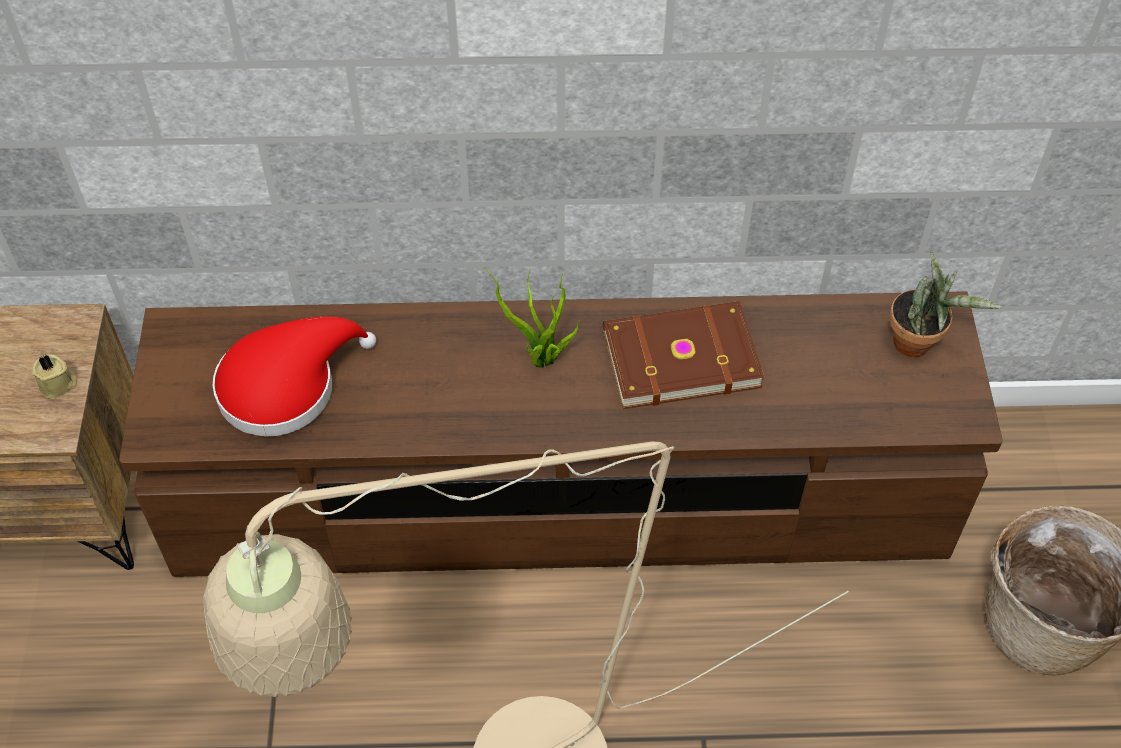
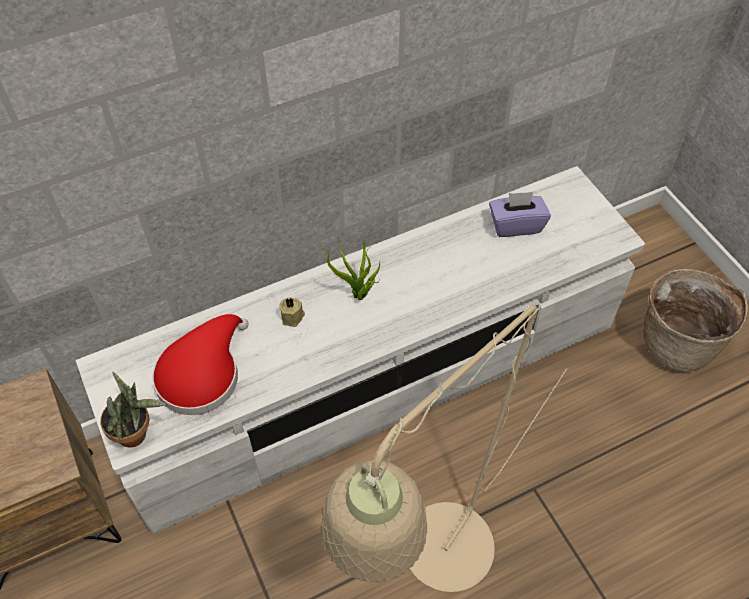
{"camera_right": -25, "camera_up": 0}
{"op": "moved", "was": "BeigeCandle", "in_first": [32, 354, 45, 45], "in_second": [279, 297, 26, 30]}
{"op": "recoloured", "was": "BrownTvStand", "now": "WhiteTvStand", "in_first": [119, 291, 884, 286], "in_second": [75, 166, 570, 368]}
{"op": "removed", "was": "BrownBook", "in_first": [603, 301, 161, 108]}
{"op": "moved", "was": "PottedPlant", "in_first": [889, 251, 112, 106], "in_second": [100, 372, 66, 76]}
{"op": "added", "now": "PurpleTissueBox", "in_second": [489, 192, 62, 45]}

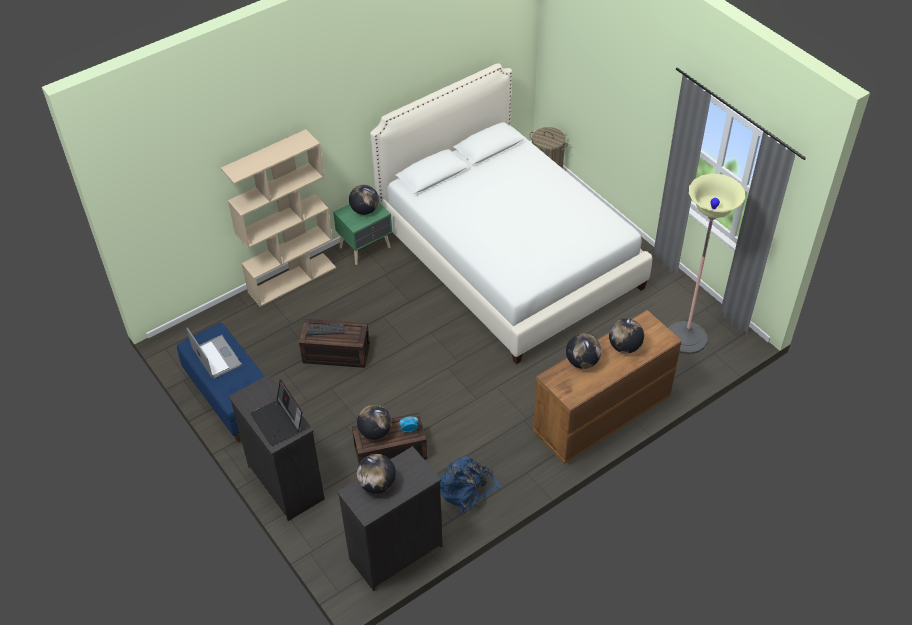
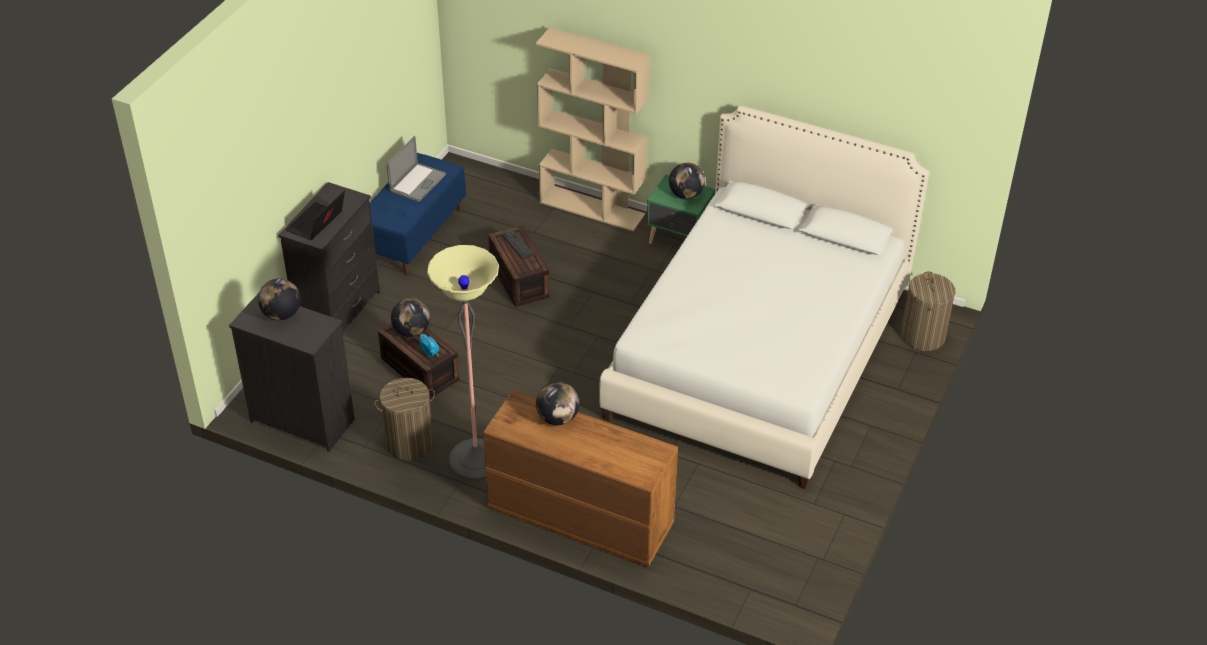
{"camera_right": 60, "camera_up": -5}
{"op": "replaced", "was": "BlueBackpack", "now": "LaundryBasket", "in_first": [440, 456, 61, 58], "in_second": [374, 378, 61, 82]}
{"op": "removed", "was": "Globe", "in_first": [609, 318, 35, 35]}
{"op": "moved", "was": "FloorLamp", "in_first": [668, 173, 77, 181], "in_second": [427, 245, 72, 236]}

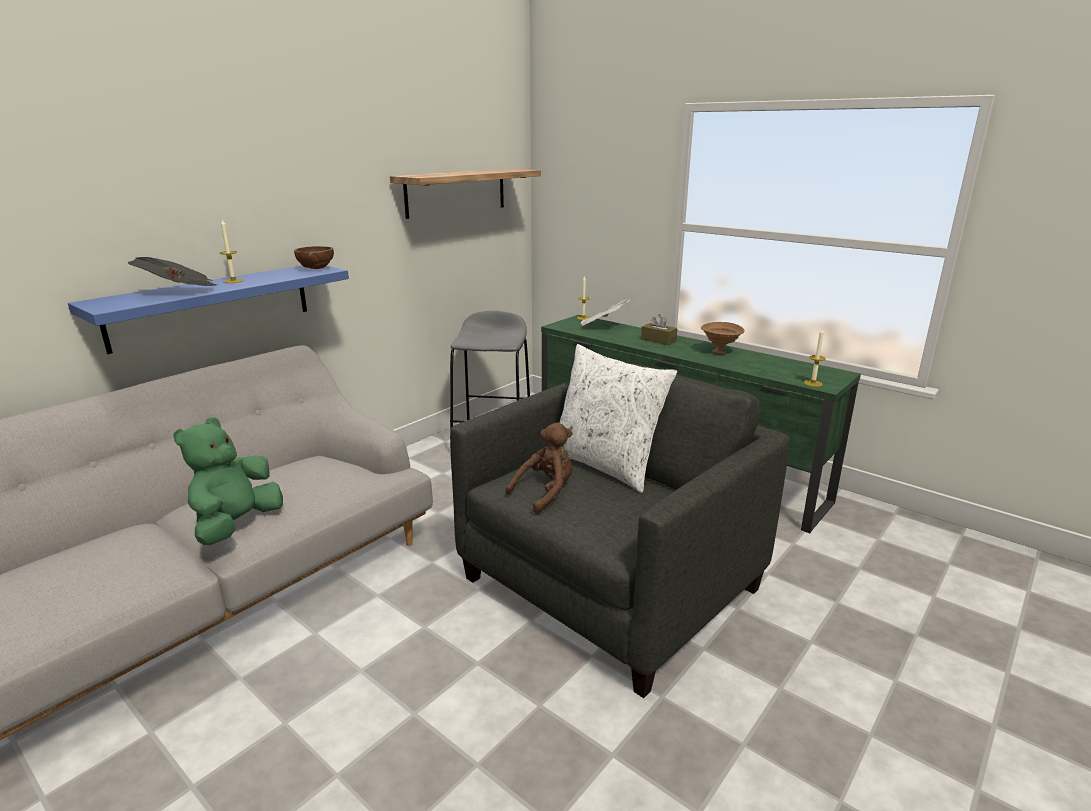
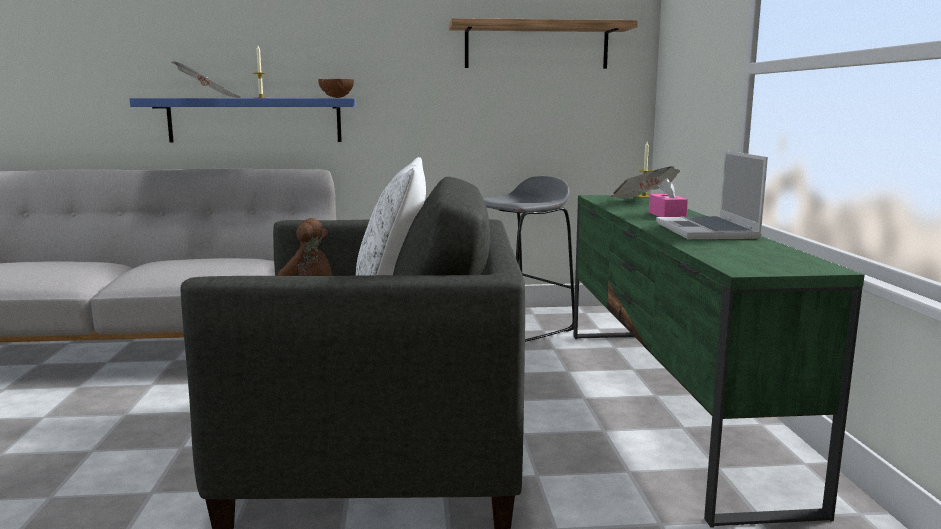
{"camera_right": 45, "camera_up": -10}
{"op": "removed", "was": "GreenPlushToy", "in_first": [173, 417, 110, 128]}
{"op": "recoloured", "was": "BrownTissueBox", "now": "PinkTissueBox", "in_first": [641, 314, 37, 31], "in_second": [649, 178, 39, 39]}
{"op": "replaced", "was": "BrownBowl", "now": "Laptop", "in_first": [701, 322, 44, 32], "in_second": [656, 150, 112, 89]}
{"op": "removed", "was": "Candle", "in_first": [804, 329, 22, 58]}

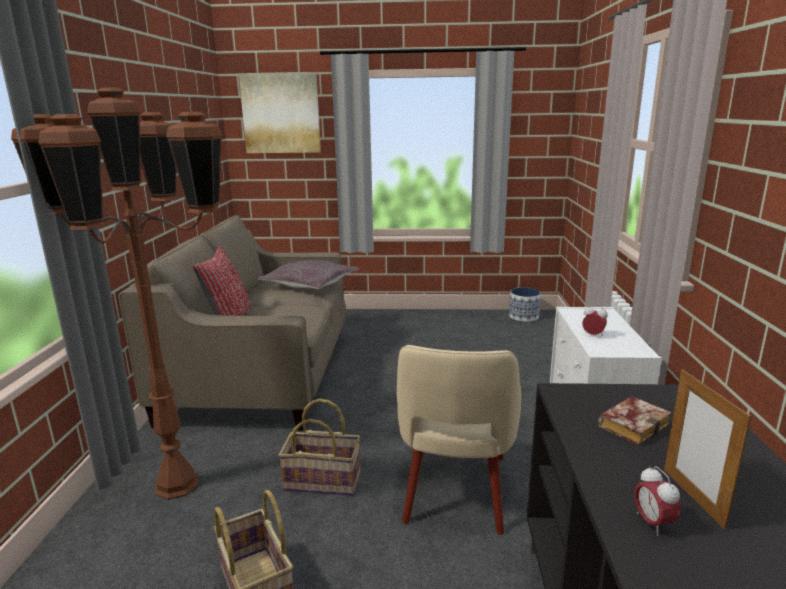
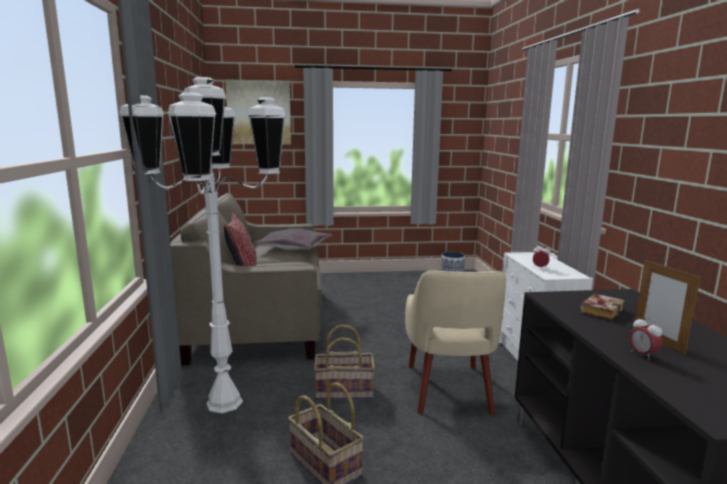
{"camera_right": -10, "camera_up": -5}
{"op": "recoloured", "was": "BrownFloorLamp", "now": "WhiteFloorLamp", "in_first": [11, 88, 211, 412], "in_second": [119, 77, 167, 336]}

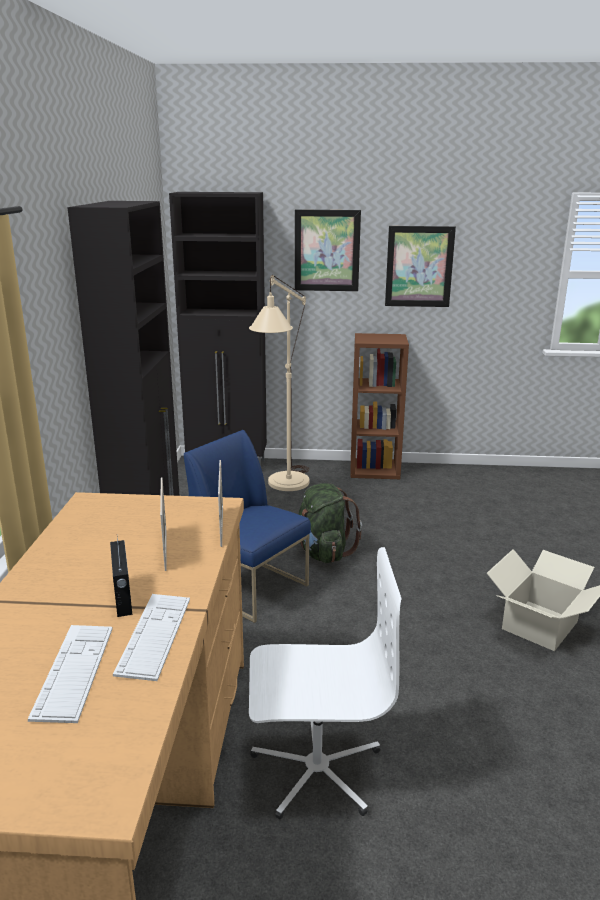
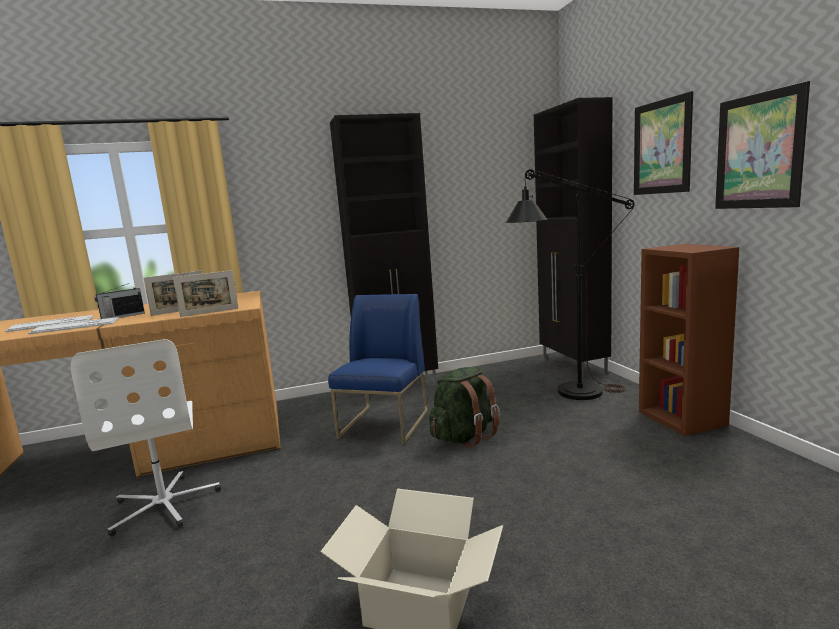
{"camera_right": 70, "camera_up": -10}
{"op": "recoloured", "was": "BeigeFloorLamp", "now": "BlackFloorLamp", "in_first": [249, 275, 60, 216], "in_second": [505, 169, 130, 231]}

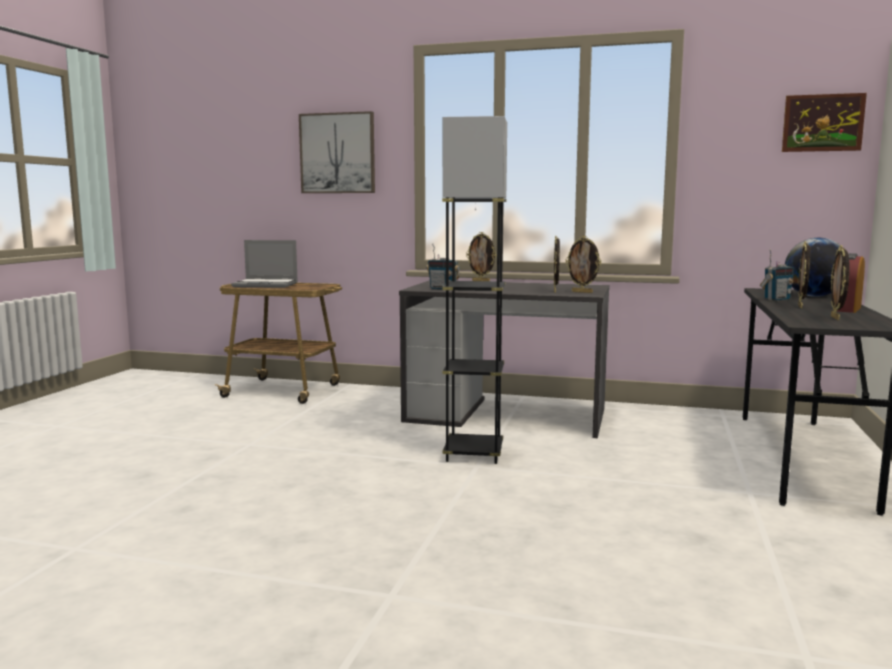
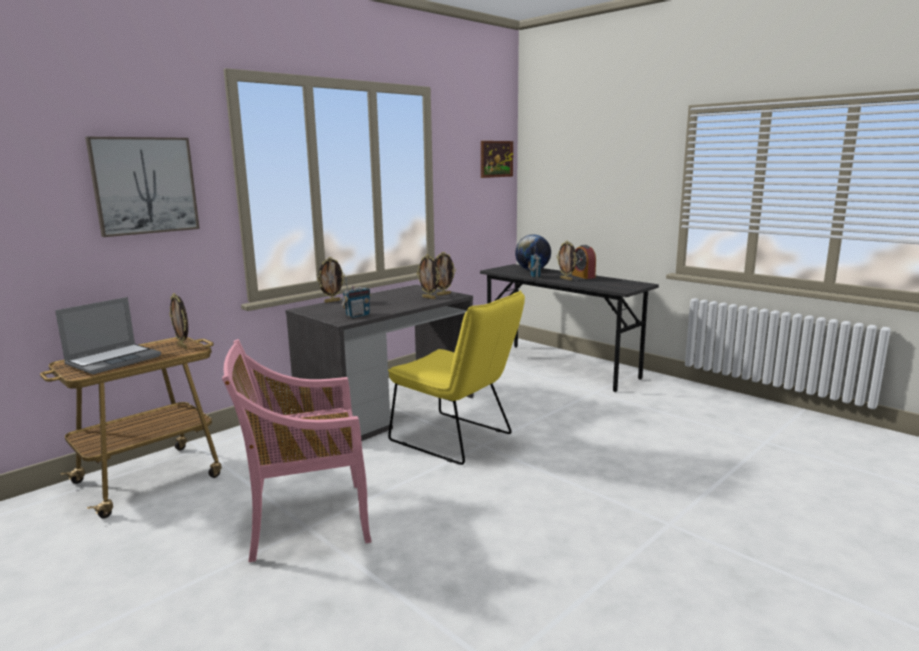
{"camera_right": -60, "camera_up": 5}
{"op": "replaced", "was": "GreyFloorLamp", "now": "YellowChair", "in_first": [442, 116, 65, 348], "in_second": [388, 291, 137, 174]}
{"op": "moved", "was": "PictureFrame", "in_first": [831, 245, 19, 75], "in_second": [169, 293, 19, 56]}
{"op": "added", "now": "PinkChair", "in_second": [222, 339, 150, 223]}

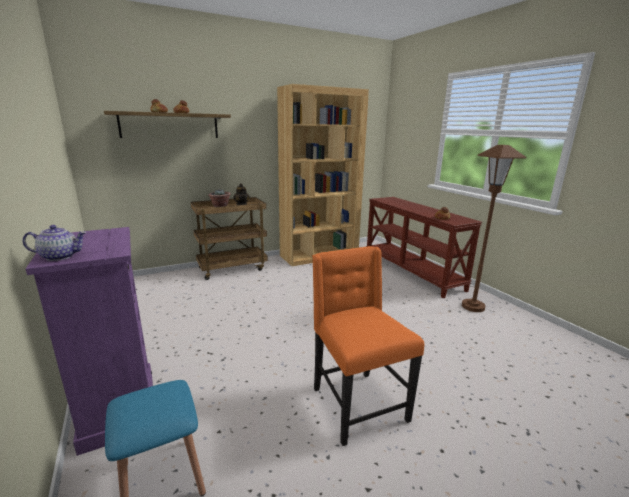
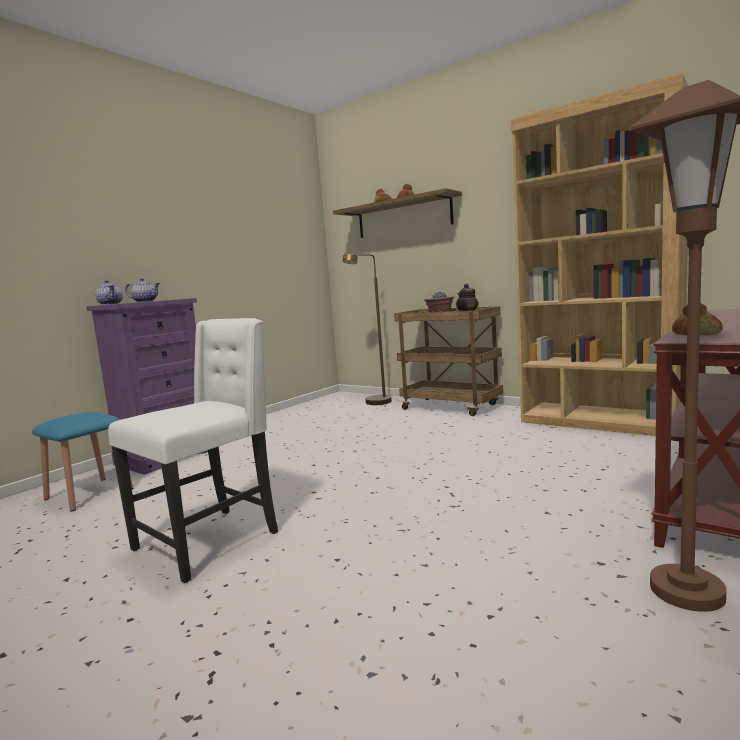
{"camera_right": 65, "camera_up": -10}
{"op": "recoloured", "was": "OrangeChair", "now": "WhiteChair", "in_first": [312, 246, 112, 200], "in_second": [108, 318, 170, 265]}
{"op": "added", "now": "Teapot", "in_second": [125, 278, 35, 24]}
{"op": "added", "now": "BrownFloorLamp", "in_second": [342, 254, 50, 151]}

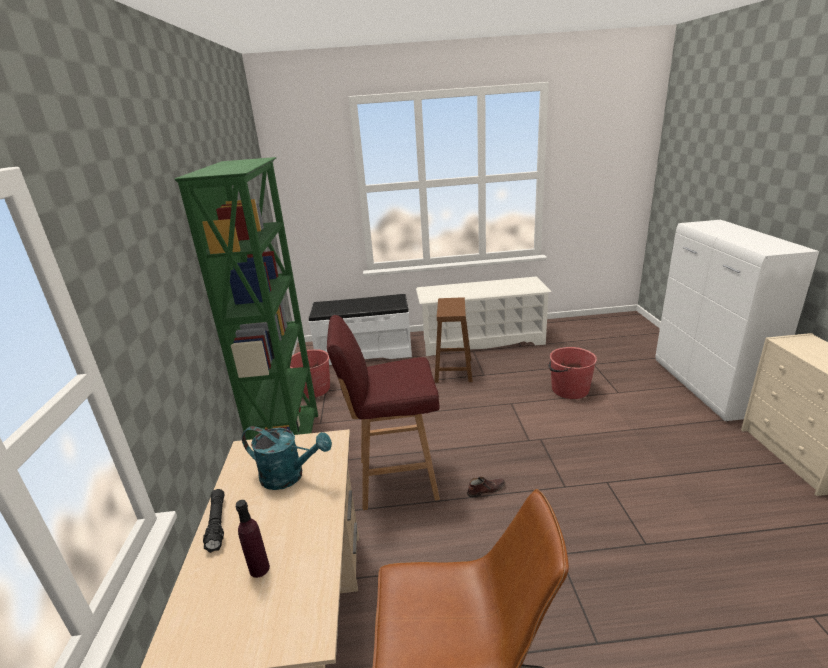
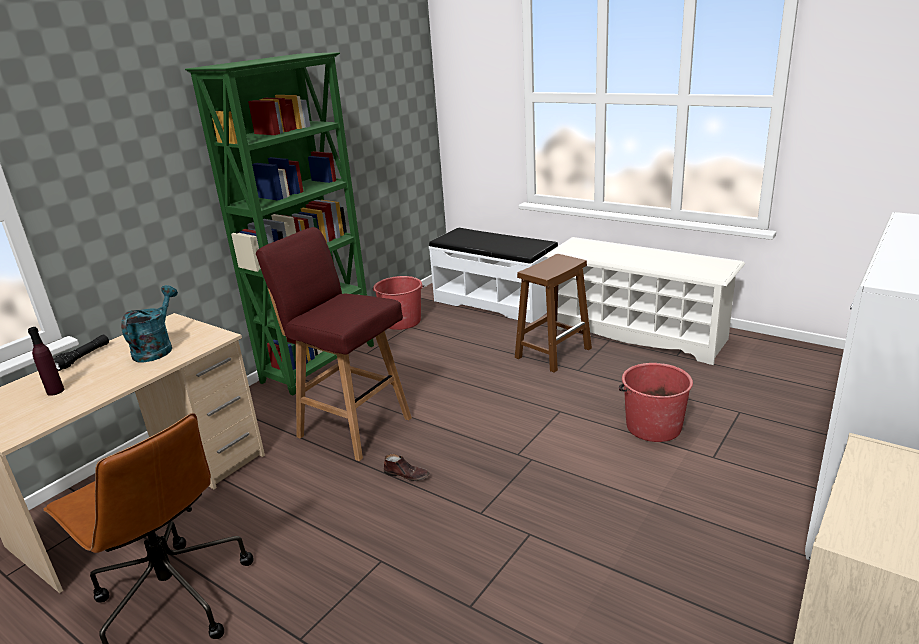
{"camera_right": 40, "camera_up": 0}
{"op": "turned", "was": "TurquoiseWateringCan", "in_first": [242, 426, 90, 64], "in_second": [121, 285, 57, 78], "clockwise": -135}

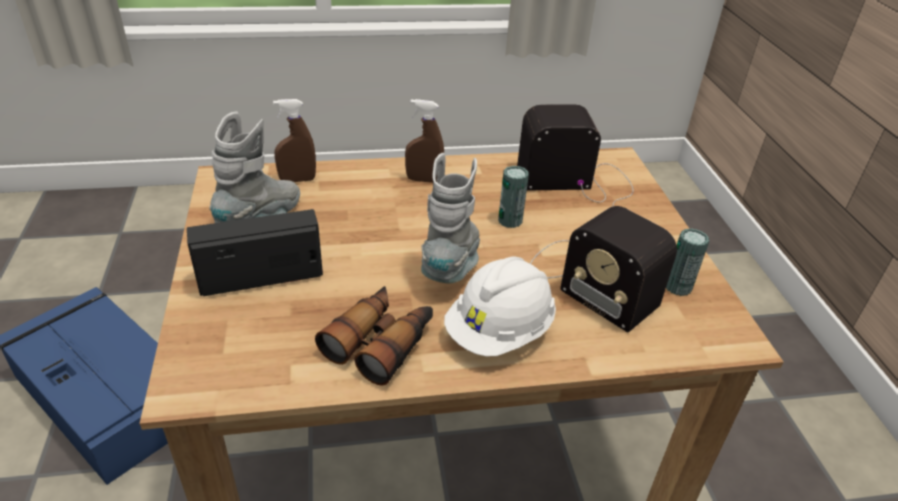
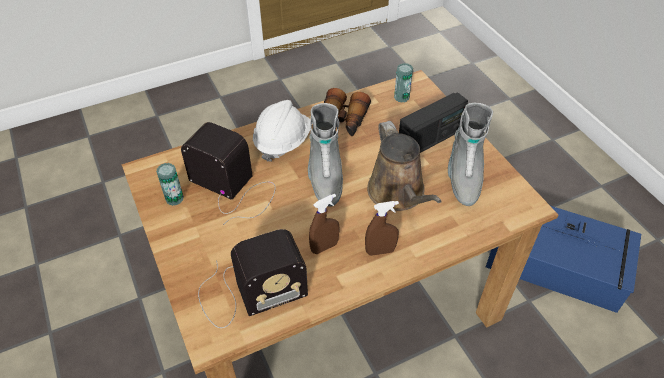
{"camera_right": 165, "camera_up": 10}
{"op": "moved", "was": "BrownSprayBottle", "in_first": [273, 99, 43, 83], "in_second": [309, 194, 30, 60]}
{"op": "moved", "was": "Can", "in_first": [498, 166, 31, 62], "in_second": [394, 63, 19, 40]}
{"op": "added", "now": "BrownWateringCan", "in_second": [367, 121, 75, 90]}

